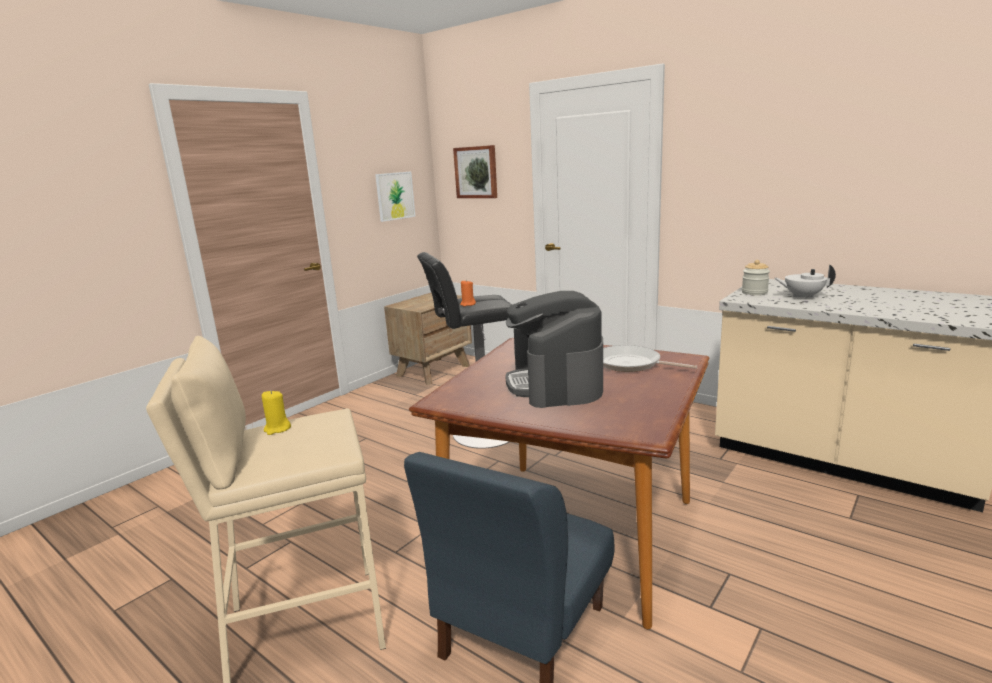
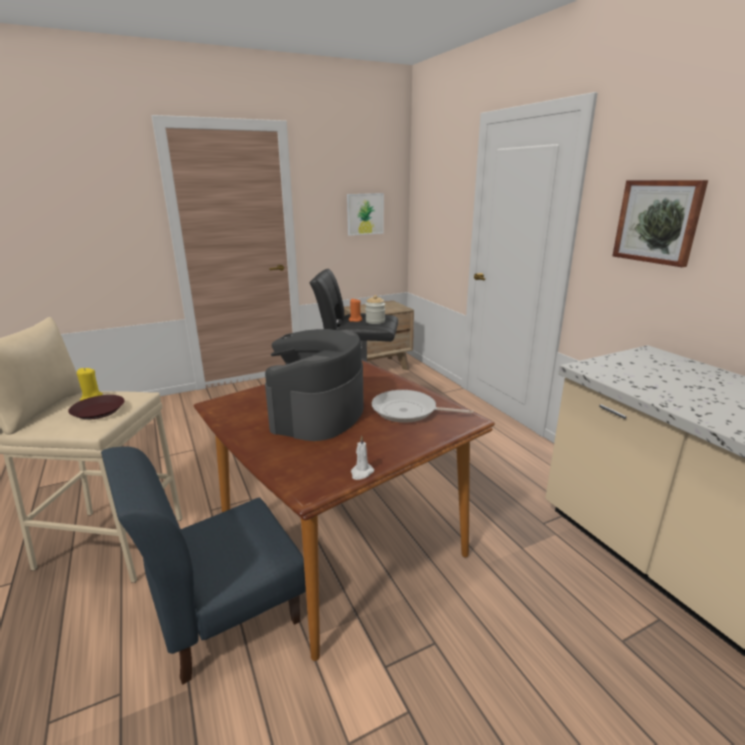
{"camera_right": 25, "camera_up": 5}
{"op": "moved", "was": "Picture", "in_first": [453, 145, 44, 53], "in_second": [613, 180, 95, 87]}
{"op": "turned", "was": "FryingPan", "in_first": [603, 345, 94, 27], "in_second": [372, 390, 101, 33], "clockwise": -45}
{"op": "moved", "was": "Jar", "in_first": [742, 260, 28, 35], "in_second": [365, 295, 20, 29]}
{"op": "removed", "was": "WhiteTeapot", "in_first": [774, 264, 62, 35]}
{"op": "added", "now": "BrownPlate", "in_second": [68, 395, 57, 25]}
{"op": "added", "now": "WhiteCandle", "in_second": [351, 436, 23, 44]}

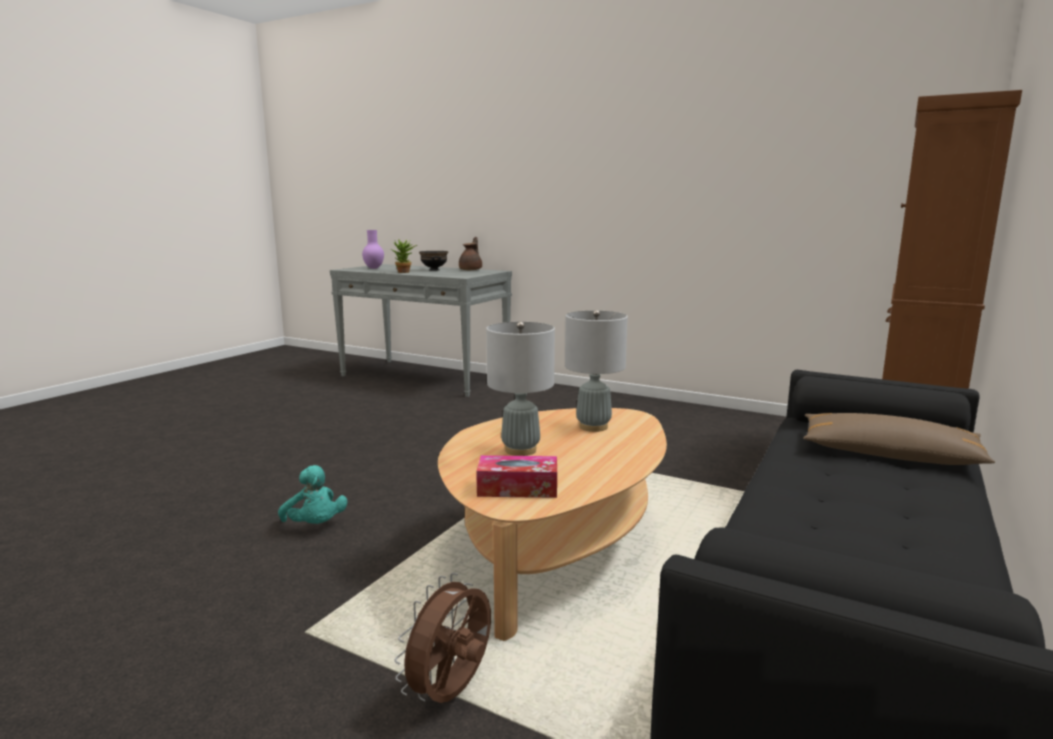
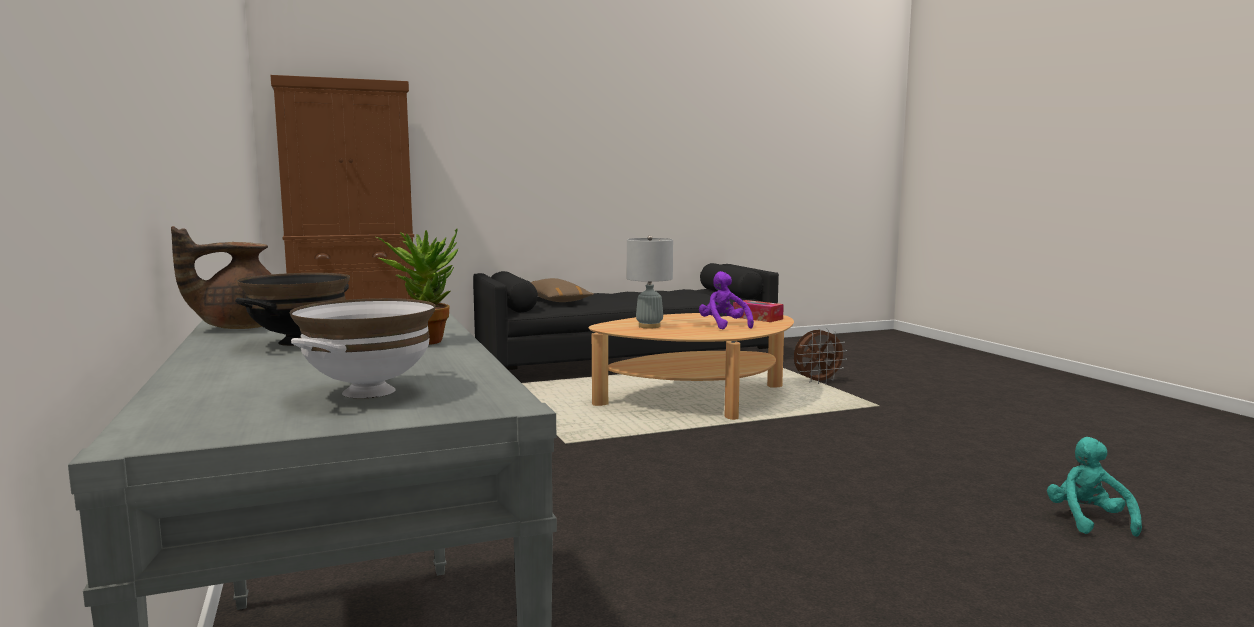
{"camera_right": -140, "camera_up": -5}
{"op": "moved", "was": "TurquoisePlushToy", "in_first": [278, 465, 70, 59], "in_second": [1047, 437, 95, 100]}
{"op": "replaced", "was": "PurpleVase", "now": "WhiteBowl", "in_first": [362, 230, 22, 39], "in_second": [290, 298, 146, 100]}
{"op": "replaced", "was": "GreyTableLamp", "now": "PurplePlushToy", "in_first": [486, 322, 69, 134], "in_second": [699, 271, 55, 58]}

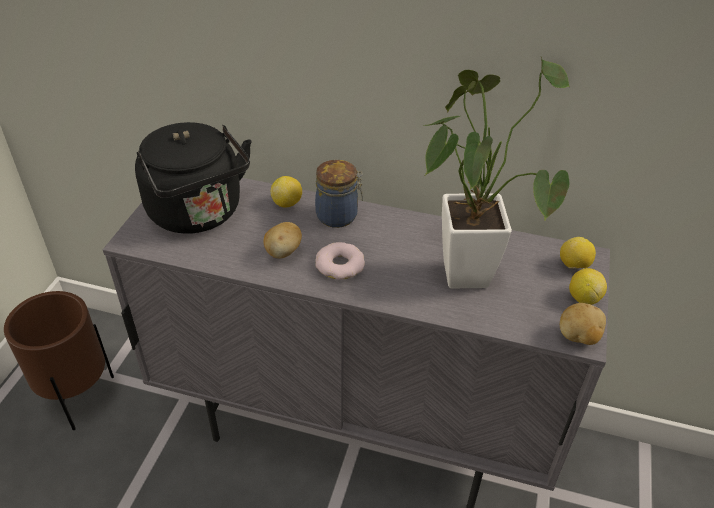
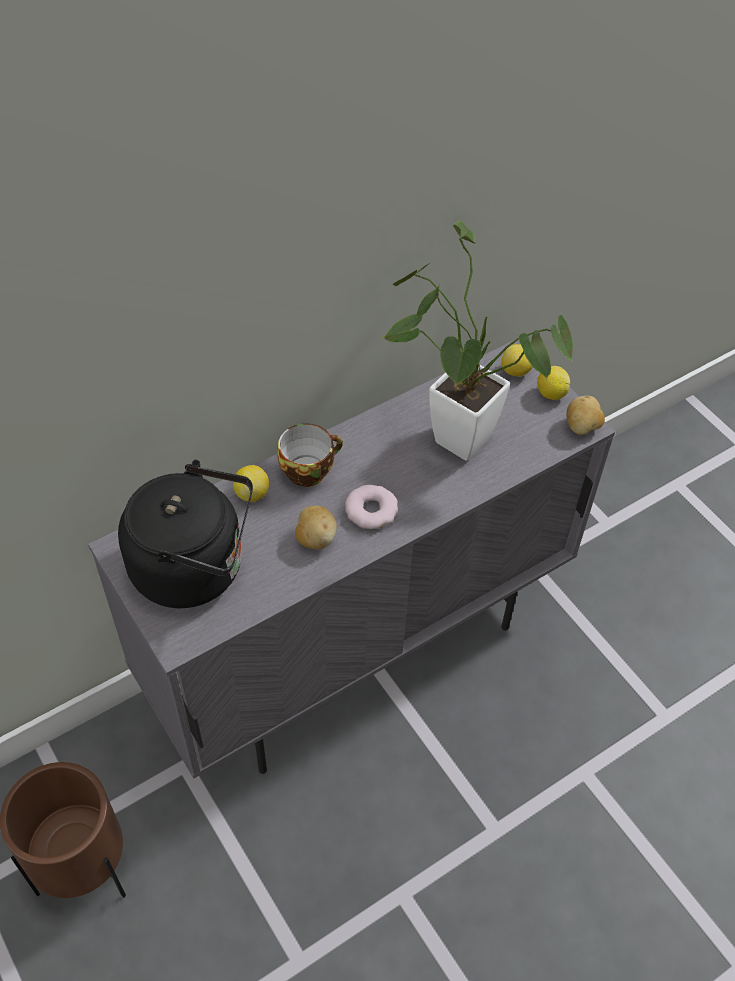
{"camera_right": -50, "camera_up": 10}
{"op": "replaced", "was": "Jar", "now": "Cup", "in_first": [315, 160, 48, 68], "in_second": [277, 423, 66, 64]}

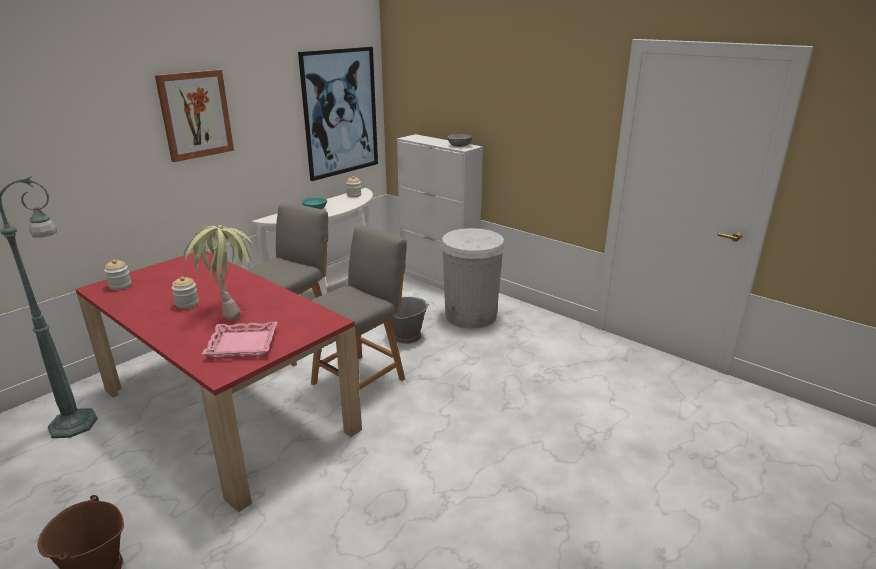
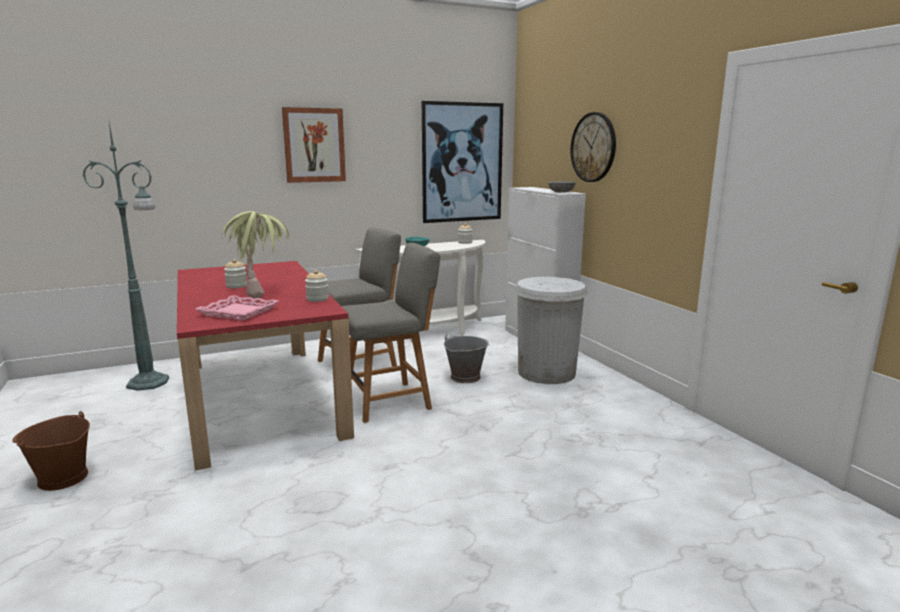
{"camera_right": 25, "camera_up": -10}
{"op": "moved", "was": "Jar", "in_first": [104, 260, 27, 30], "in_second": [305, 270, 24, 32]}
{"op": "added", "now": "WallClock", "in_second": [570, 112, 46, 70]}

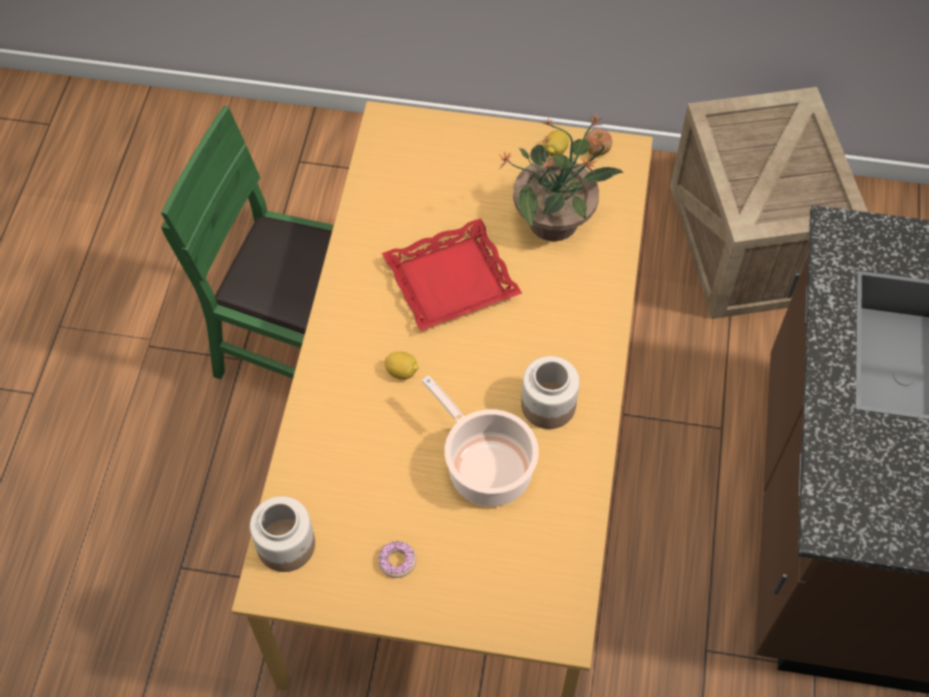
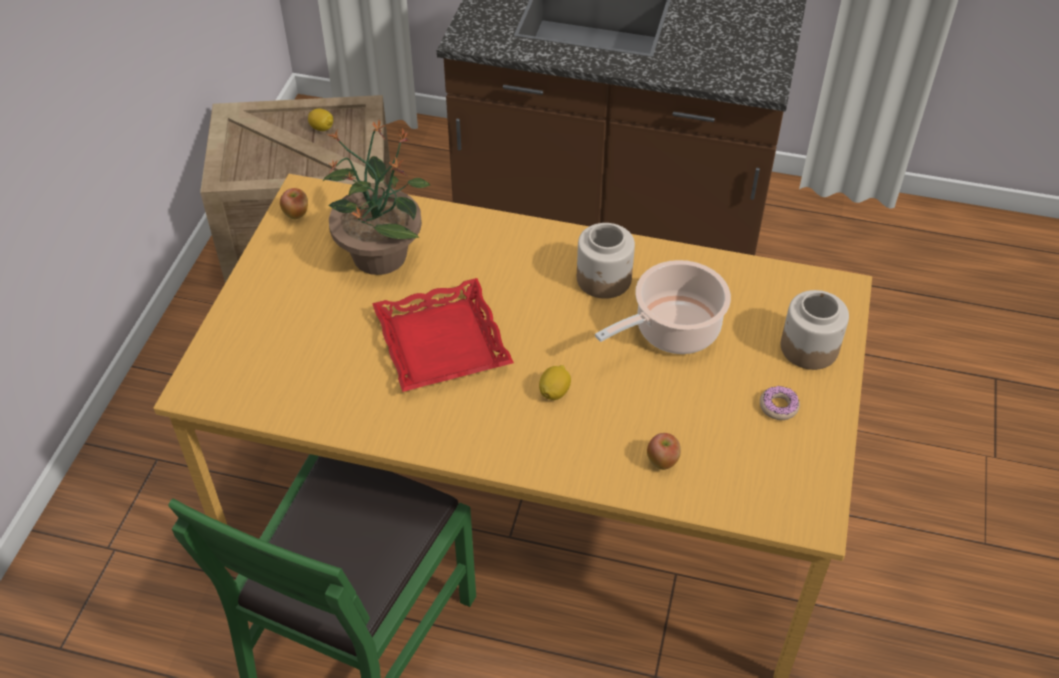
{"camera_right": -85, "camera_up": -10}
{"op": "moved", "was": "Jar", "in_first": [250, 496, 65, 76], "in_second": [781, 290, 68, 80]}
{"op": "moved", "was": "Lemon", "in_first": [543, 130, 26, 26], "in_second": [308, 109, 25, 22]}
{"op": "added", "now": "Apple", "in_second": [647, 433, 34, 37]}

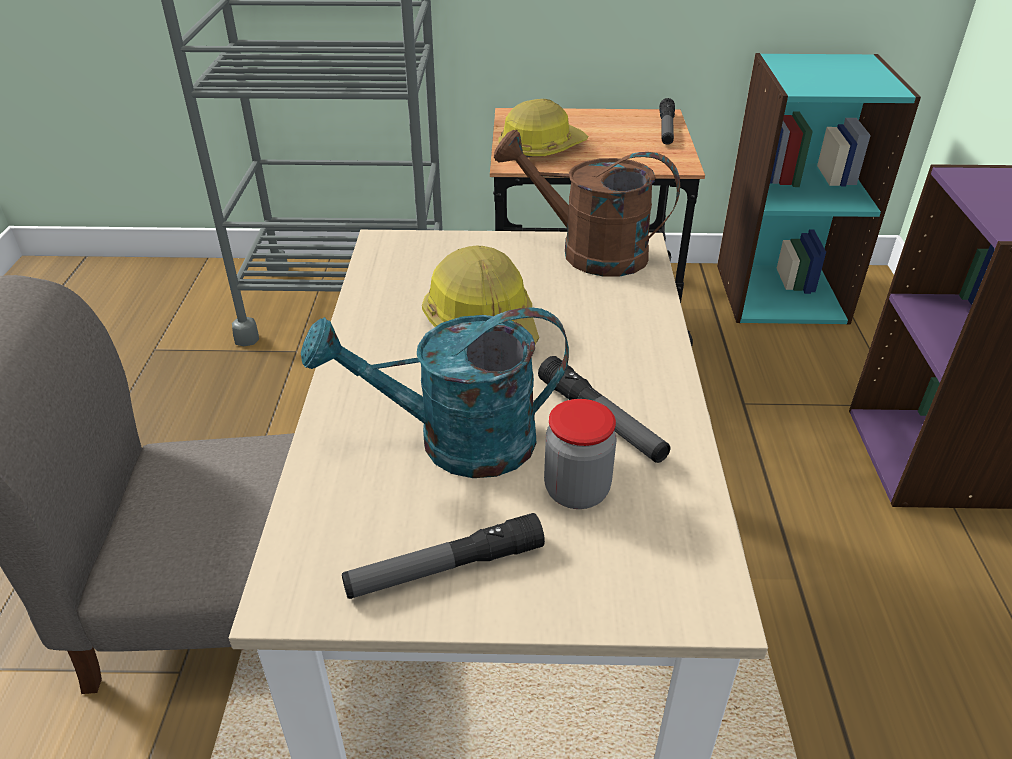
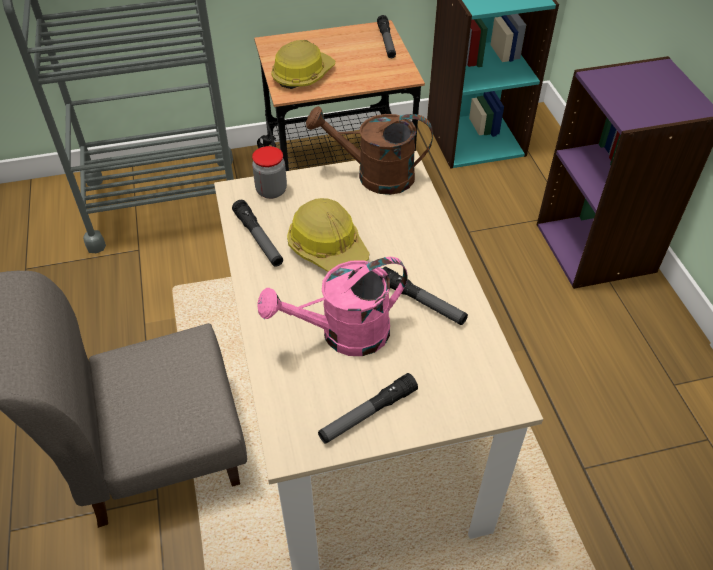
{"camera_right": -15, "camera_up": 10}
{"op": "recoloured", "was": "TurquoiseWateringCan", "now": "PinkWateringCan", "in_first": [301, 307, 268, 171], "in_second": [257, 257, 151, 99]}
{"op": "moved", "was": "Jar", "in_first": [544, 399, 73, 110], "in_second": [252, 146, 35, 53]}
{"op": "added", "now": "Flashlight", "in_second": [232, 200, 51, 67]}

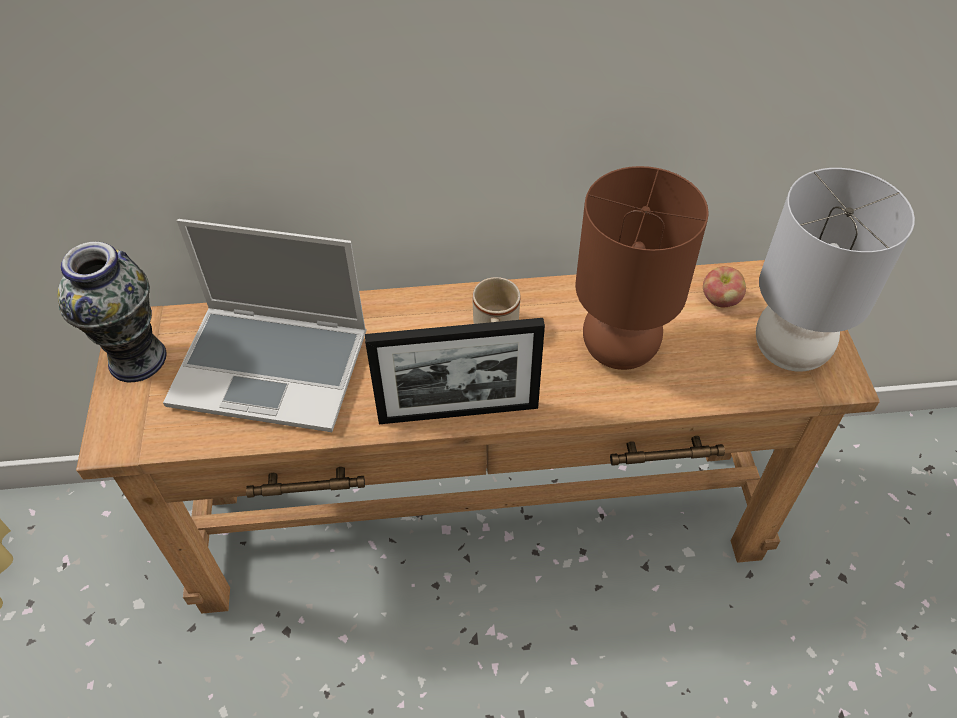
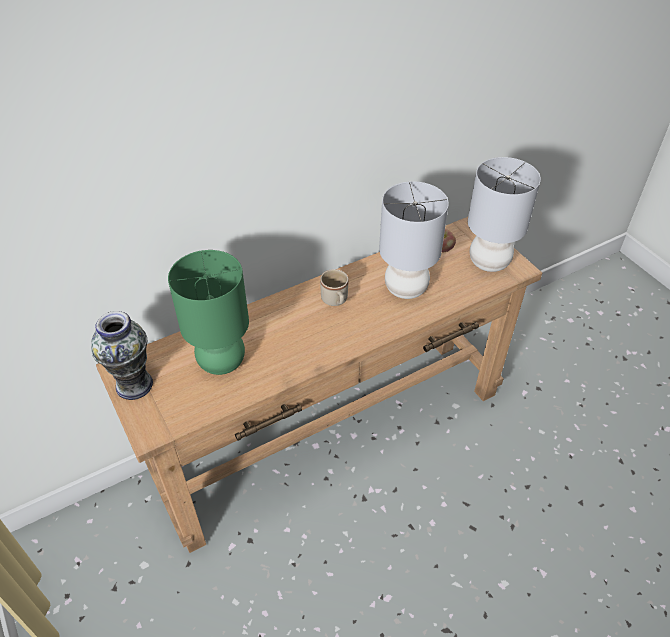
{"camera_right": -25, "camera_up": -5}
{"op": "replaced", "was": "Laptop", "now": "GreenTableLamp", "in_first": [163, 219, 204, 213], "in_second": [168, 250, 81, 125]}
{"op": "removed", "was": "PictureFrame", "in_first": [365, 318, 180, 106]}
{"op": "recoloured", "was": "BrownTableLamp", "now": "GreyTableLamp", "in_first": [575, 166, 134, 204], "in_second": [379, 181, 70, 118]}

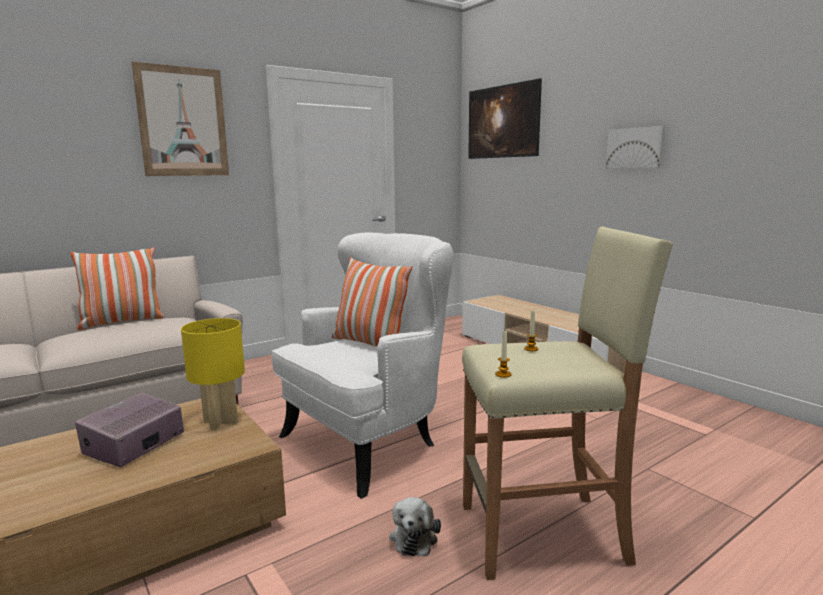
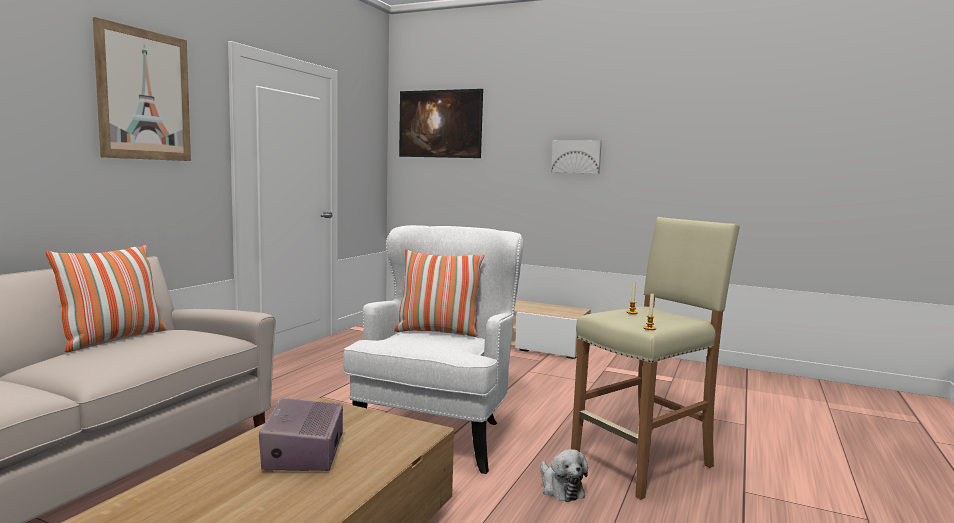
{"camera_right": -30, "camera_up": -5}
{"op": "removed", "was": "YellowTableLamp", "in_first": [181, 318, 64, 112]}

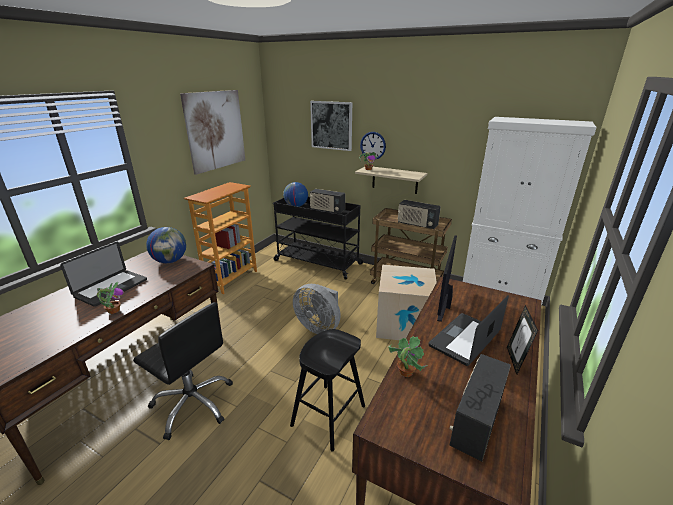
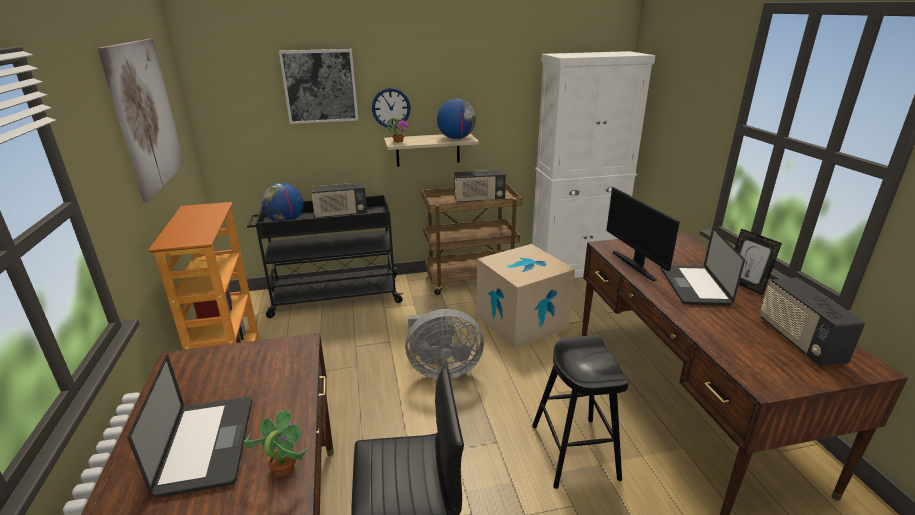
{"camera_right": -40, "camera_up": 0}
{"op": "moved", "was": "Globe", "in_first": [146, 227, 40, 36], "in_second": [437, 99, 39, 40]}
{"op": "removed", "was": "PottedPlant", "in_first": [388, 336, 40, 41]}

